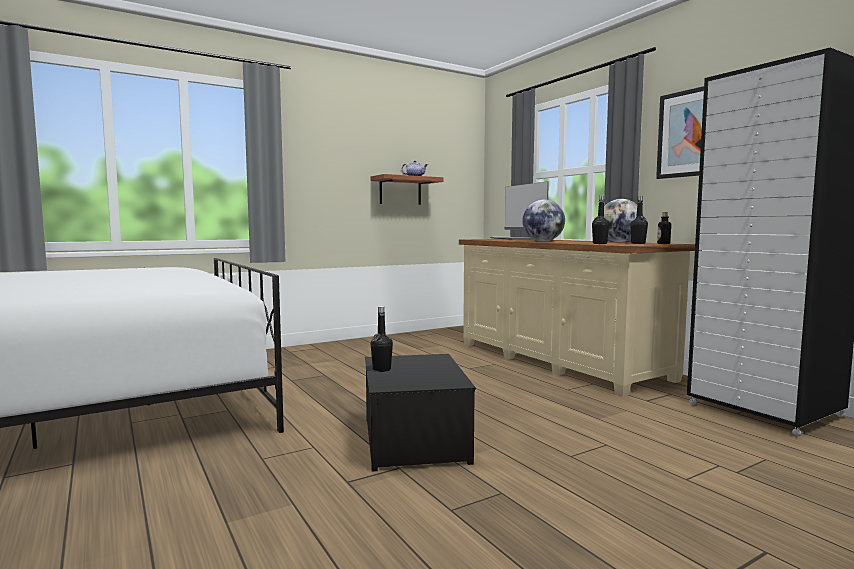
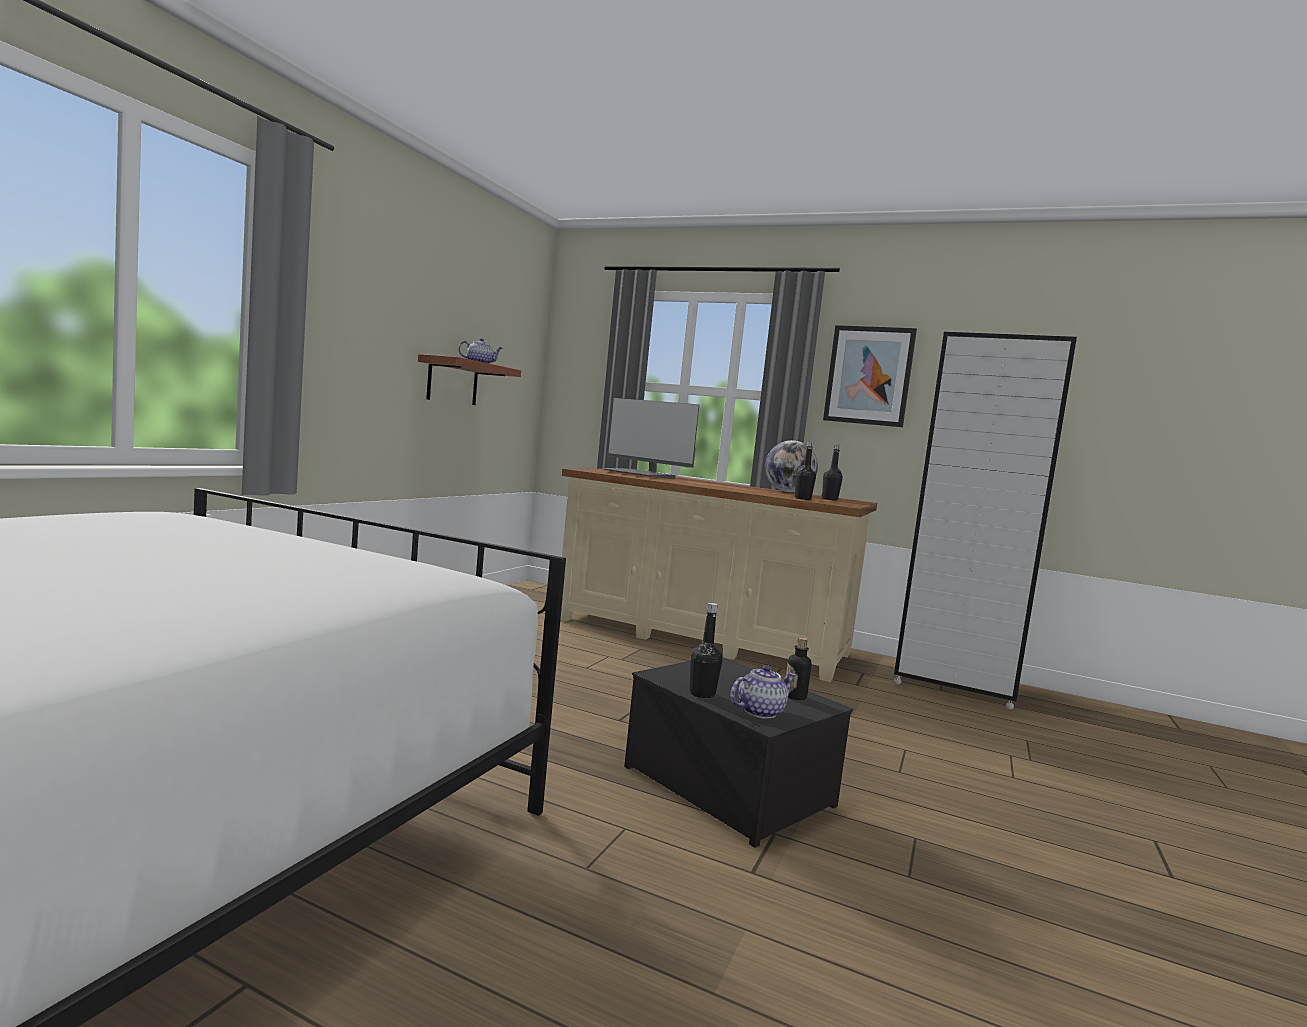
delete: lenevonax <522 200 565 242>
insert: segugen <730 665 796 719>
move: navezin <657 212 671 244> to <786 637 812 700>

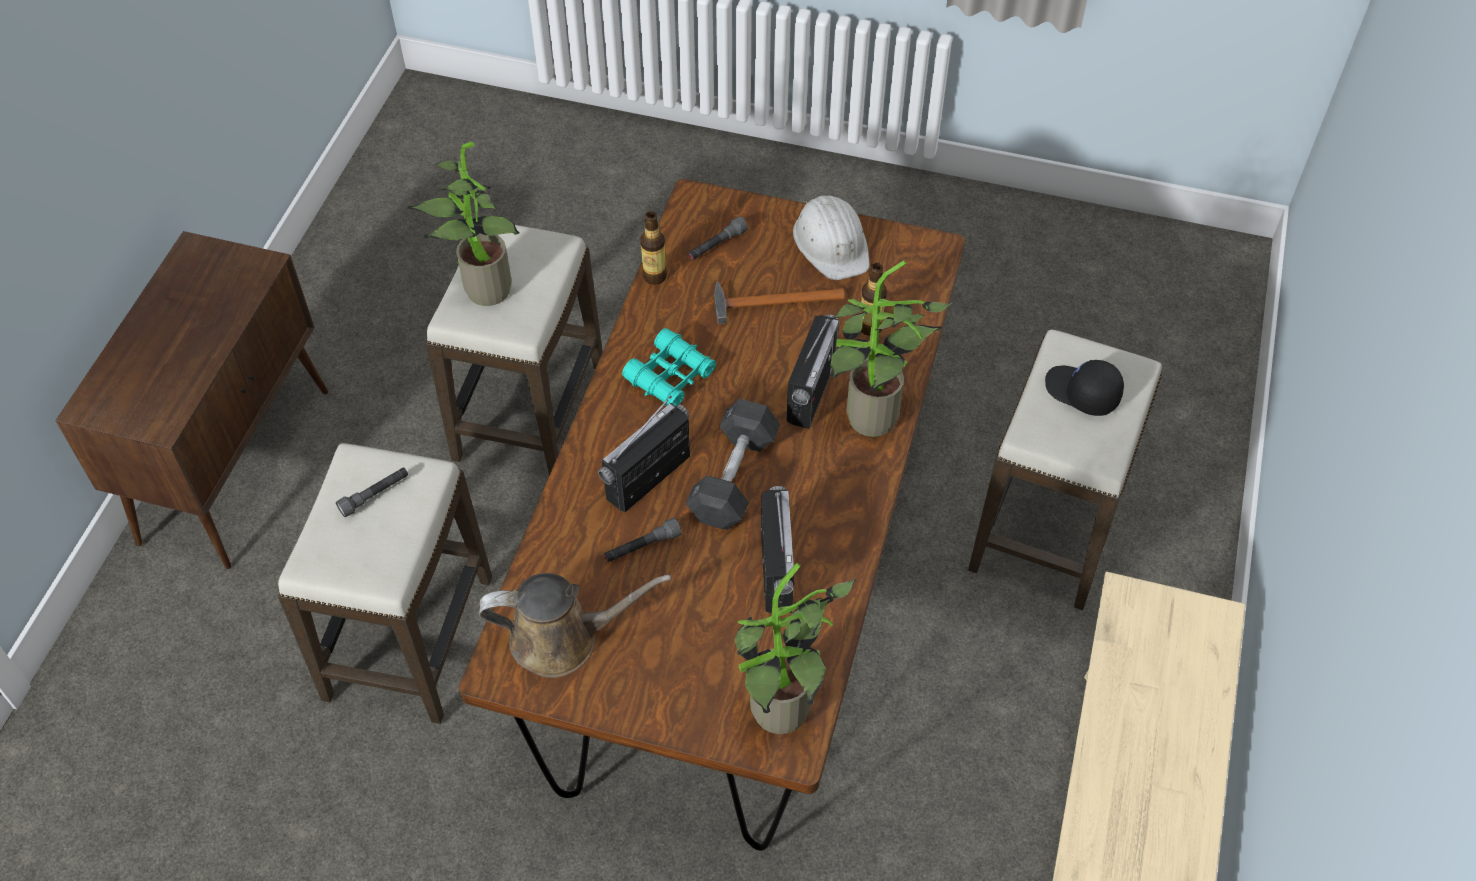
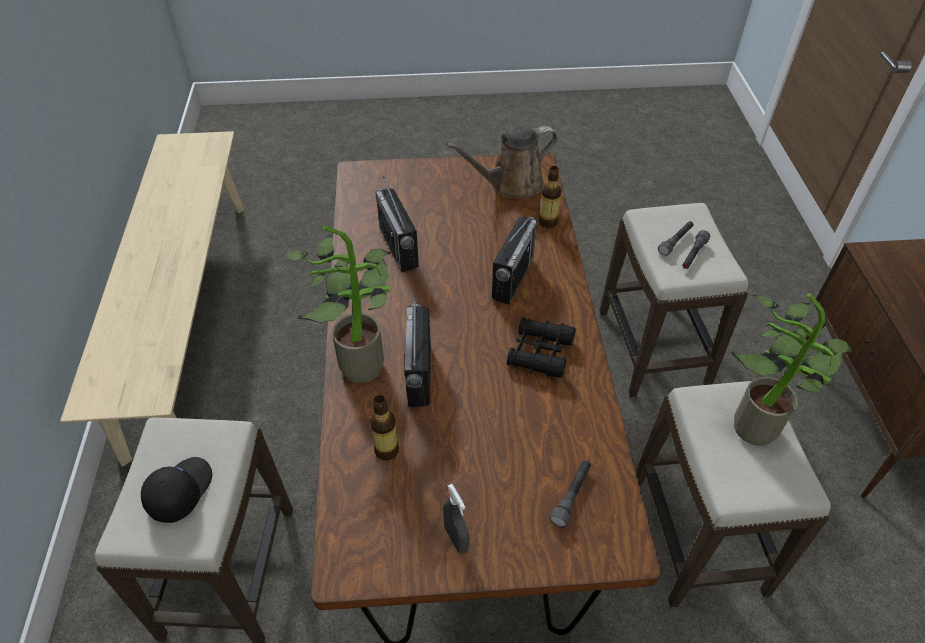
delete: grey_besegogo <685 398 780 530>; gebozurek <714 281 845 324>; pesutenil <734 562 856 734>
move: navezin <640 211 667 285> to <539 166 561 228>; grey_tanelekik <604 518 682 562> to <658 221 694 256>
replace: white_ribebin <793 196 869 280> to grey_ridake <443 484 470 554>
recolor: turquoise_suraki <622 328 716 406> to black_suraki <507 317 576 377>
rotate: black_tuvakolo <1045 360 1124 416> = <141 457 212 523> 90 degrees counterclockwise

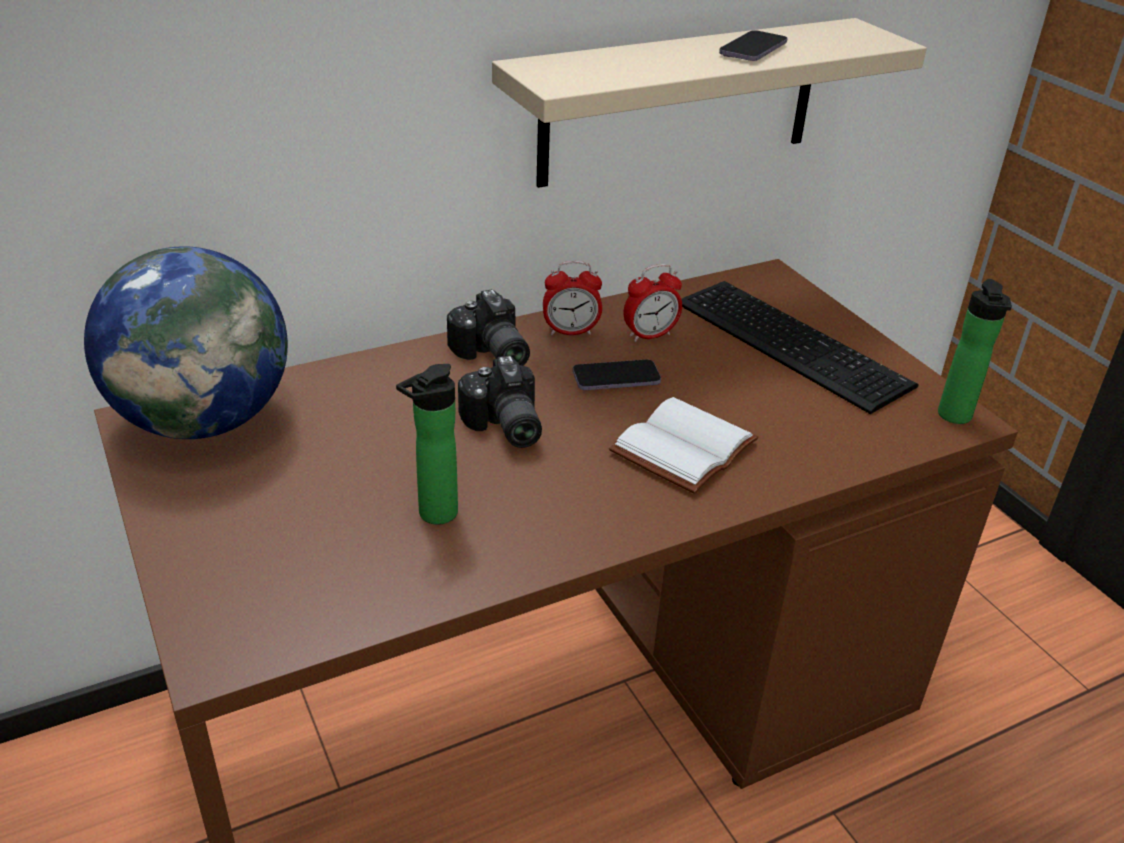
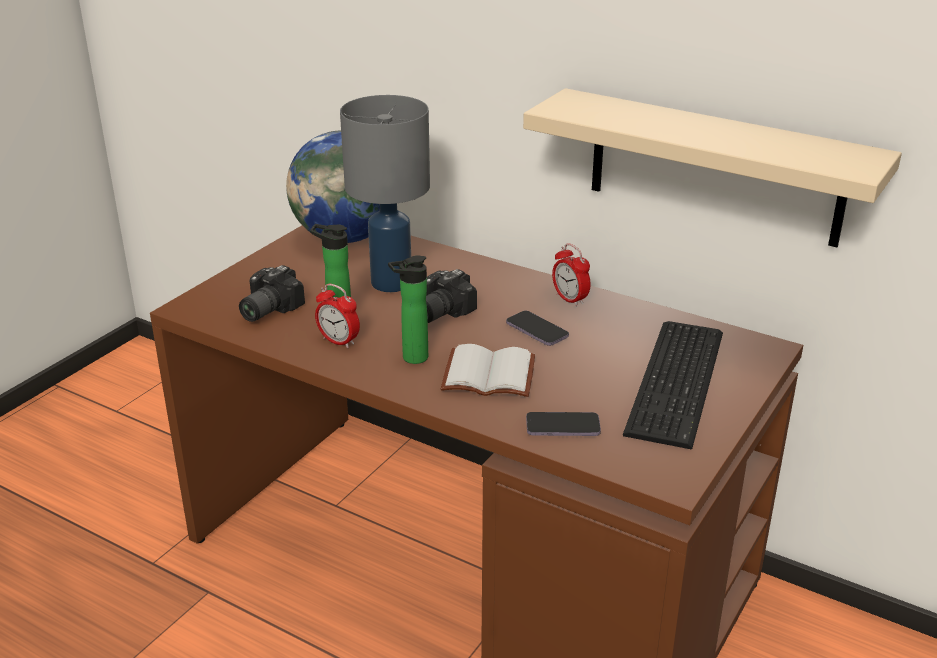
insert: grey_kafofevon <340 95 430 292>
move: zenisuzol <447 289 530 366> to <239 265 305 322>; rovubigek <623 264 682 342> to <315 284 360 348>; navezin <938 279 1012 424> to <388 255 428 364>; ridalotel <719 30 788 61> to <526 412 601 436>

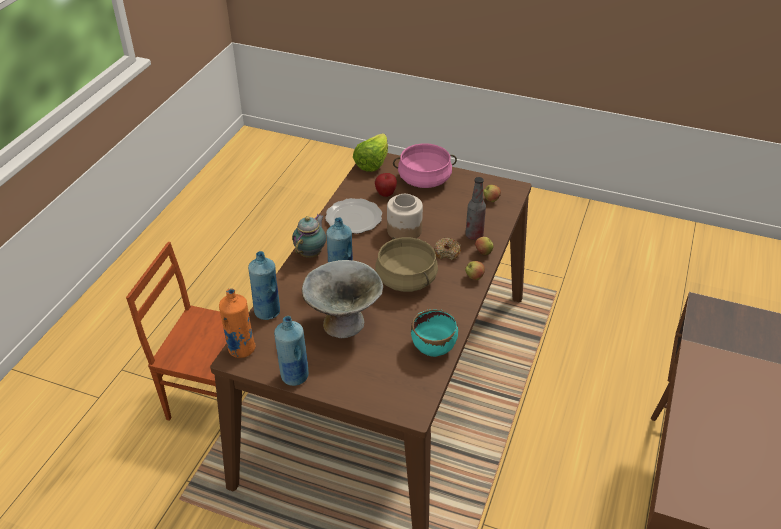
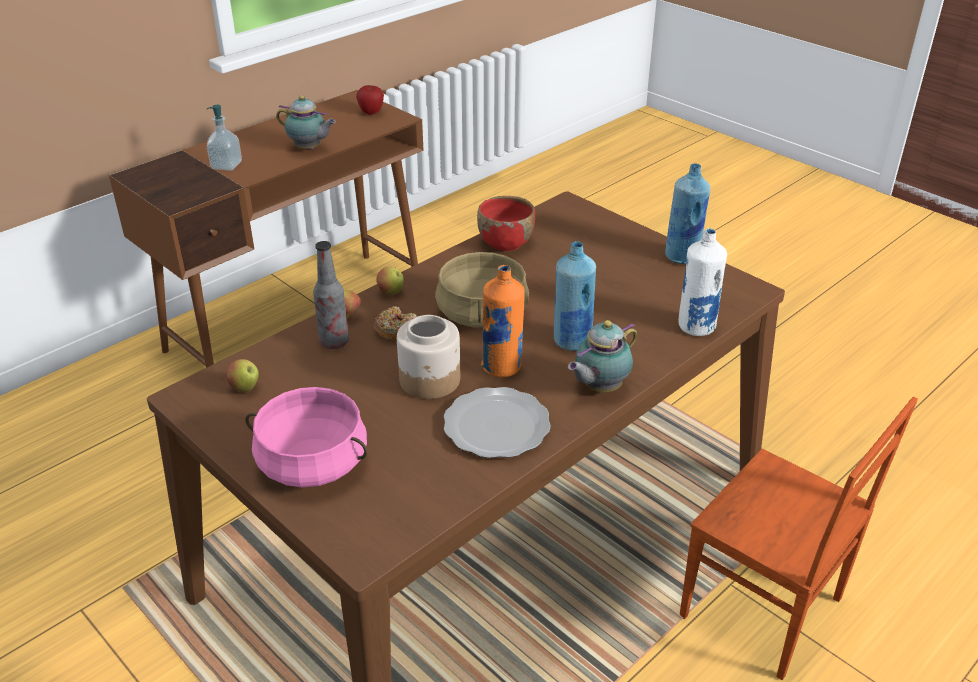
delete: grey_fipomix <302 260 383 338>; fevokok <353 133 388 172>
insert: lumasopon <207 105 242 171>; segugen <276 95 336 150>
move: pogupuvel <375 173 397 197> to <356 85 384 114>; orange_navezin <219 288 256 358> to <481 265 525 377>
recolor: turquoise_fipomix <411 309 458 357> to red_fipomix <477 196 535 251>; blue_navezin <248 251 280 320> to white_navezin <678 228 727 336>

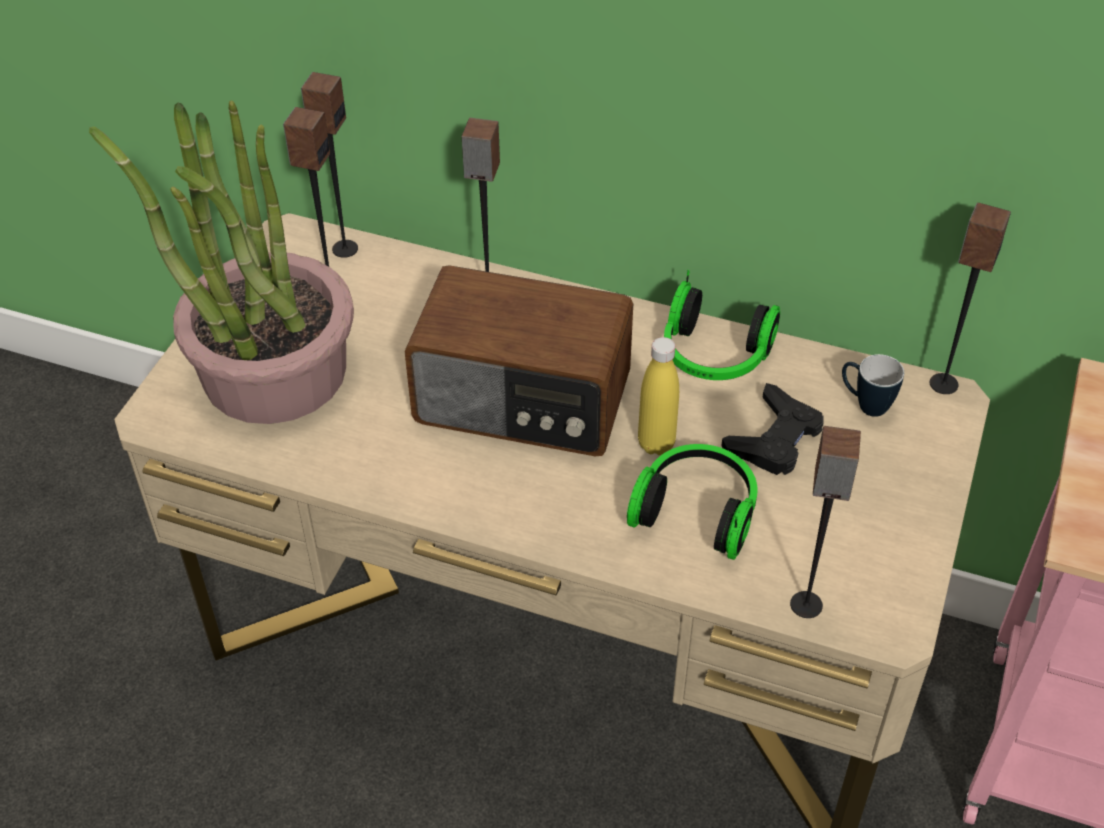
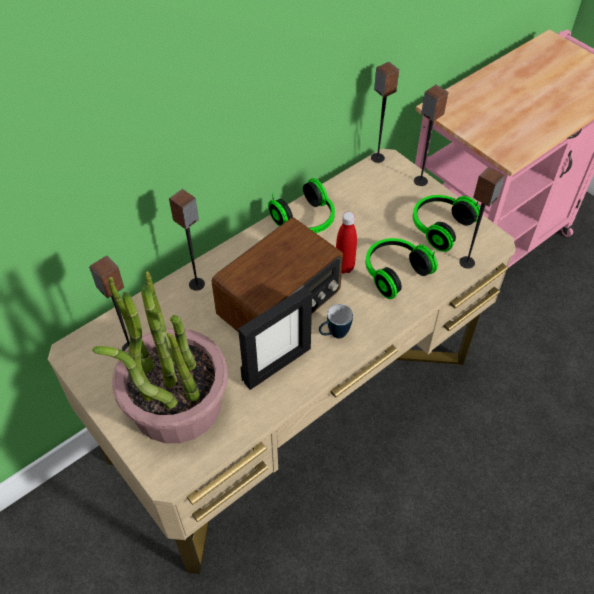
delete: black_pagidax <721 383 824 475>
insert: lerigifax <238 286 312 390>; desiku <413 195 480 252>
move: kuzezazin <842 354 904 417> to <319 304 353 338>; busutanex <301 72 358 258> to <414 85 448 186>
recolor: yellow_navezin <638 337 679 455> to red_navezin <336 212 357 274>

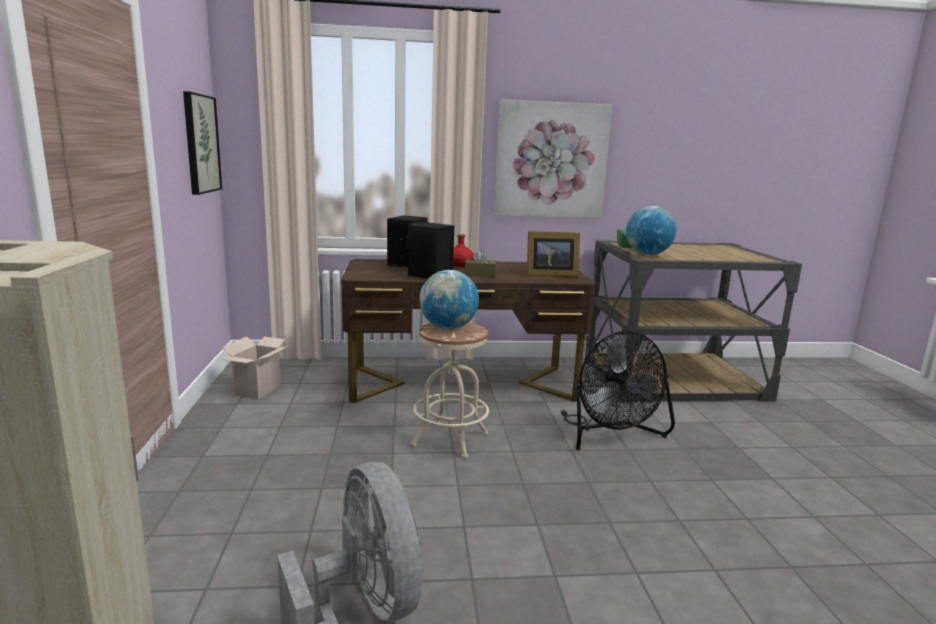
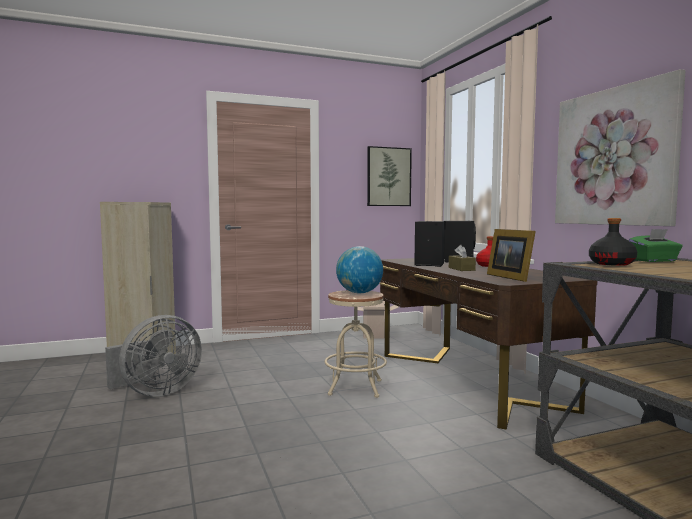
delete: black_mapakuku <561 331 675 450>
replace: lenevonax <626 206 676 255> to black_navezin <589 218 637 266>

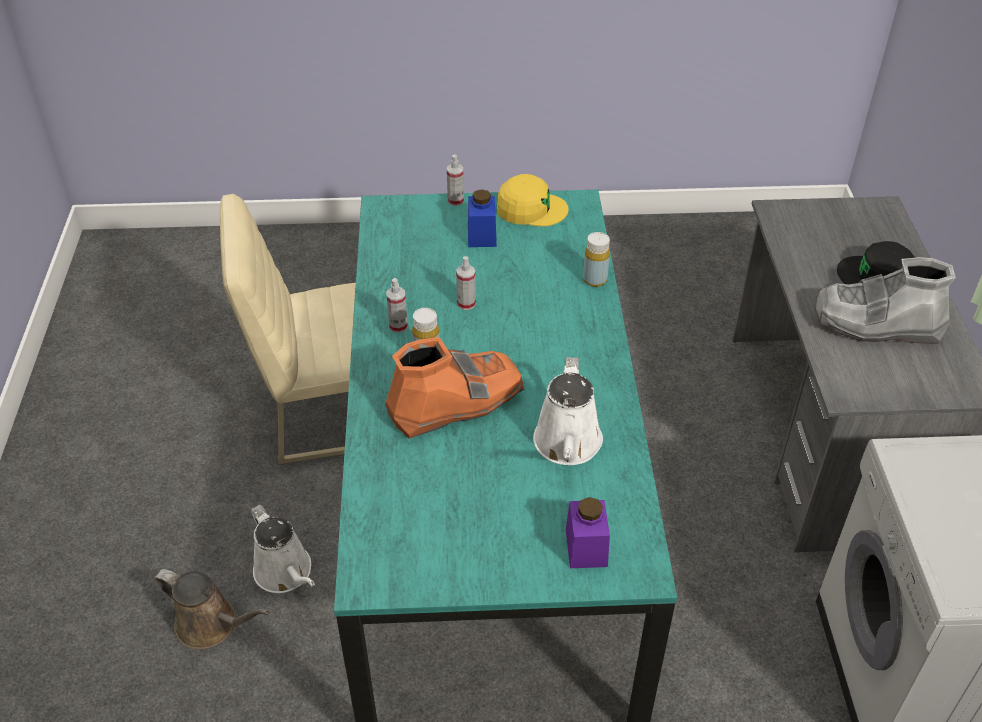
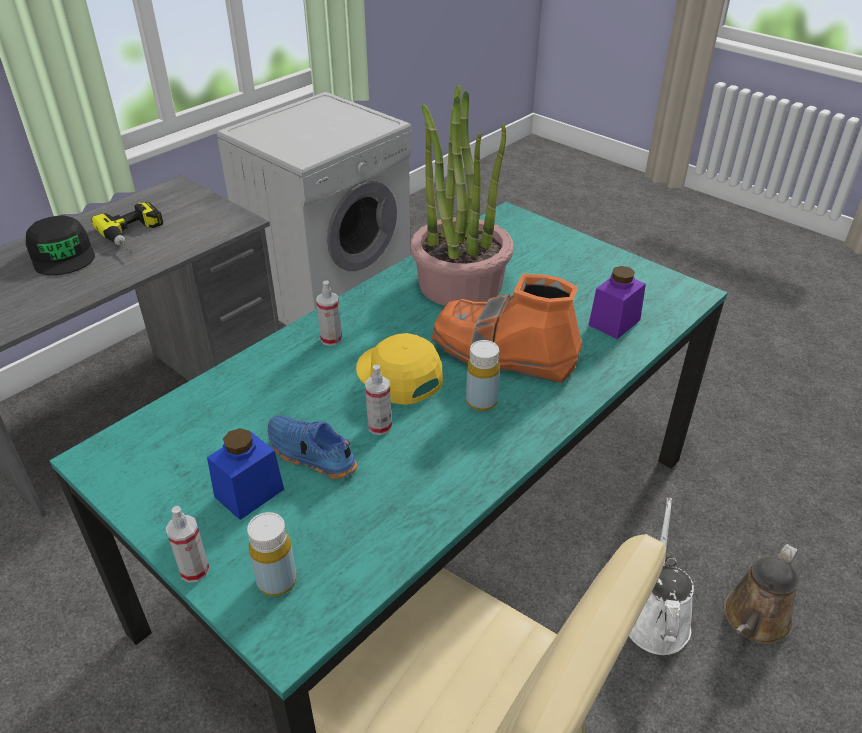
insert: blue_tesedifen <268 415 357 479>
move: yellow_navezin <583 232 610 287> to <247 512 297 596>; ridake <386 278 408 333> to <316 280 342 346>; yellow_tuvakolo <497 174 569 226> to <356 333 443 405>; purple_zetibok <566 497 610 568> to <589 266 646 339>
replace: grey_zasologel <816 257 956 344> to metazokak <92 202 163 254>; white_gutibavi <533 357 603 465> to pesutenil <410 85 514 306>
rotate: brown_gutibavi <154 569 269 650> = <724 544 799 644> 120 degrees counterclockwise

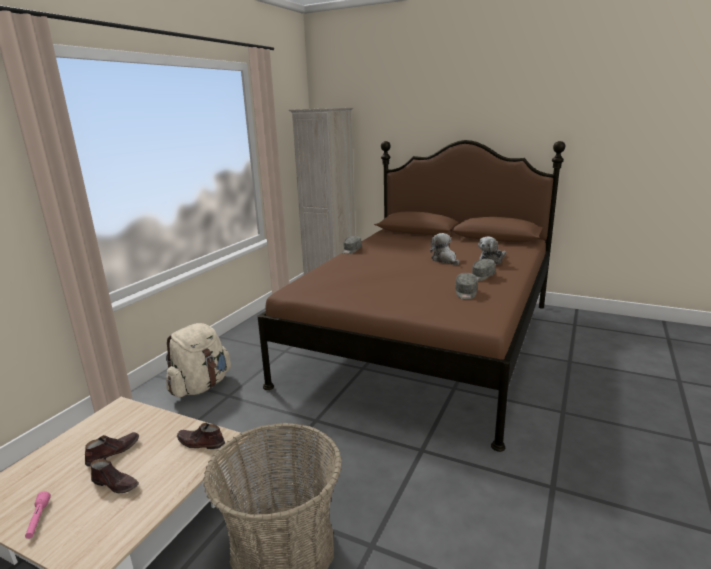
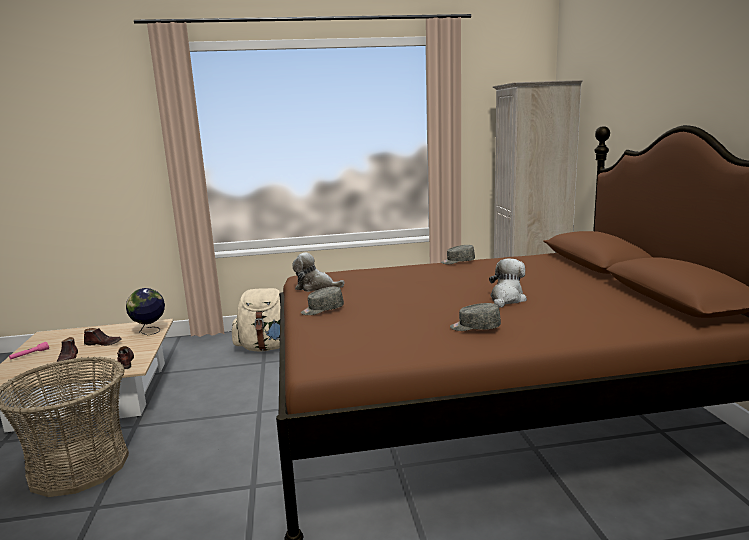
insert: lenevonax <126 288 165 335>
move: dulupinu <478 236 506 265> to <293 252 345 292>; grey_tuvakolo <455 273 478 299> to <301 287 344 315>

